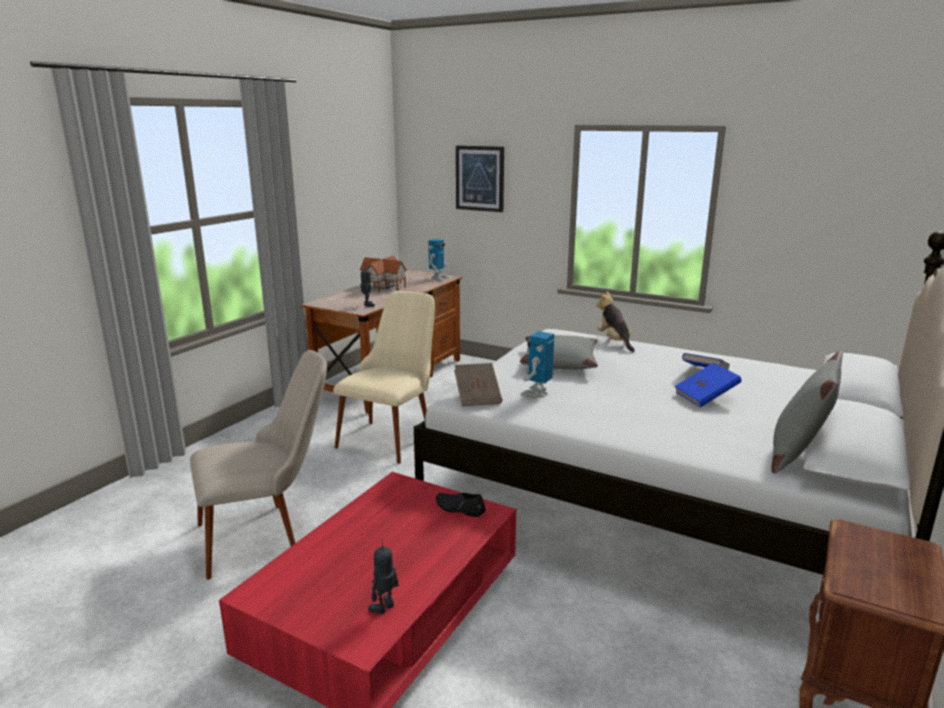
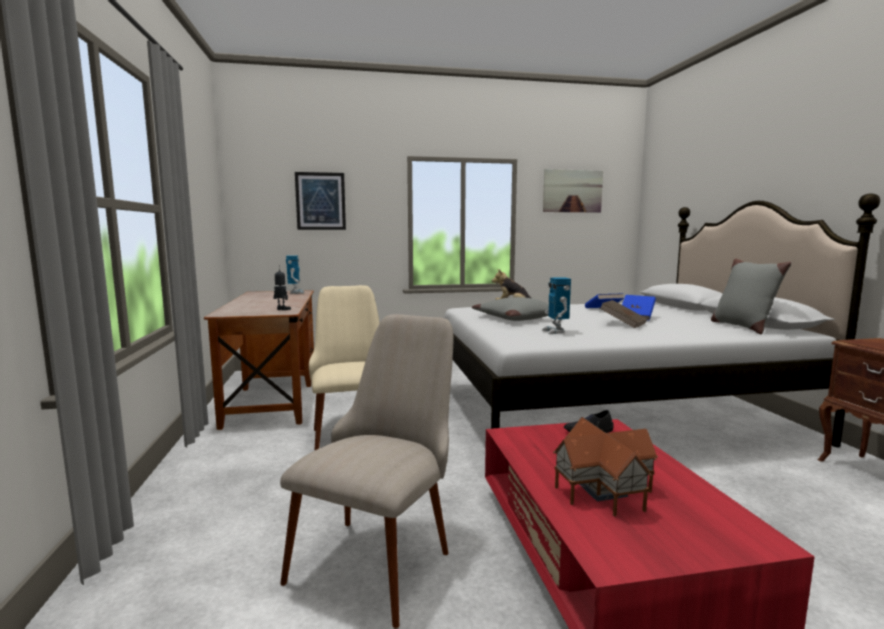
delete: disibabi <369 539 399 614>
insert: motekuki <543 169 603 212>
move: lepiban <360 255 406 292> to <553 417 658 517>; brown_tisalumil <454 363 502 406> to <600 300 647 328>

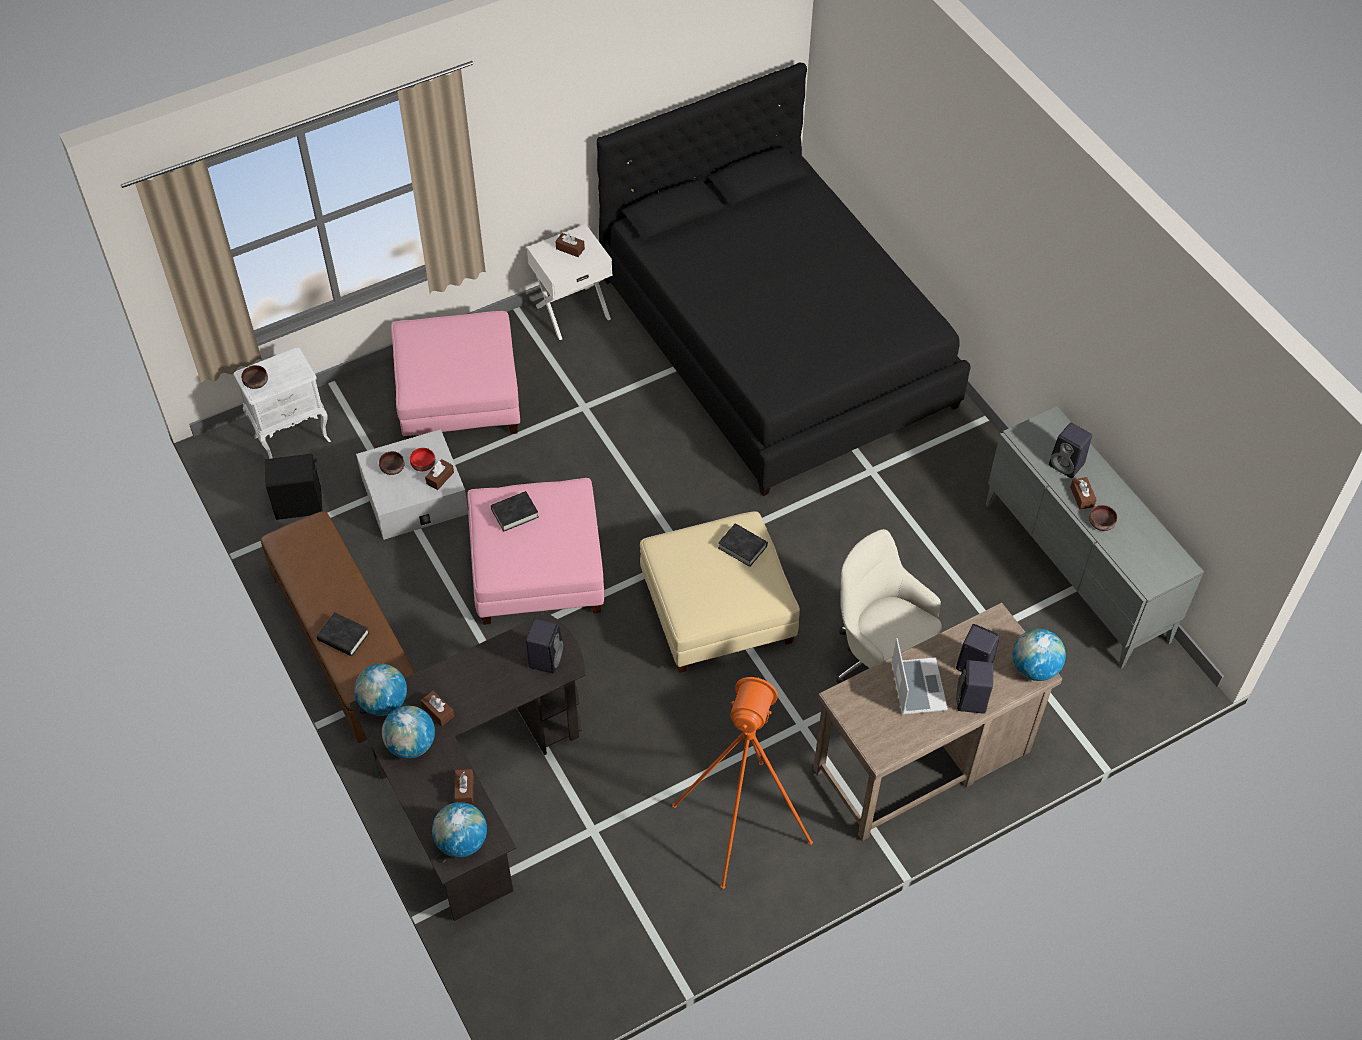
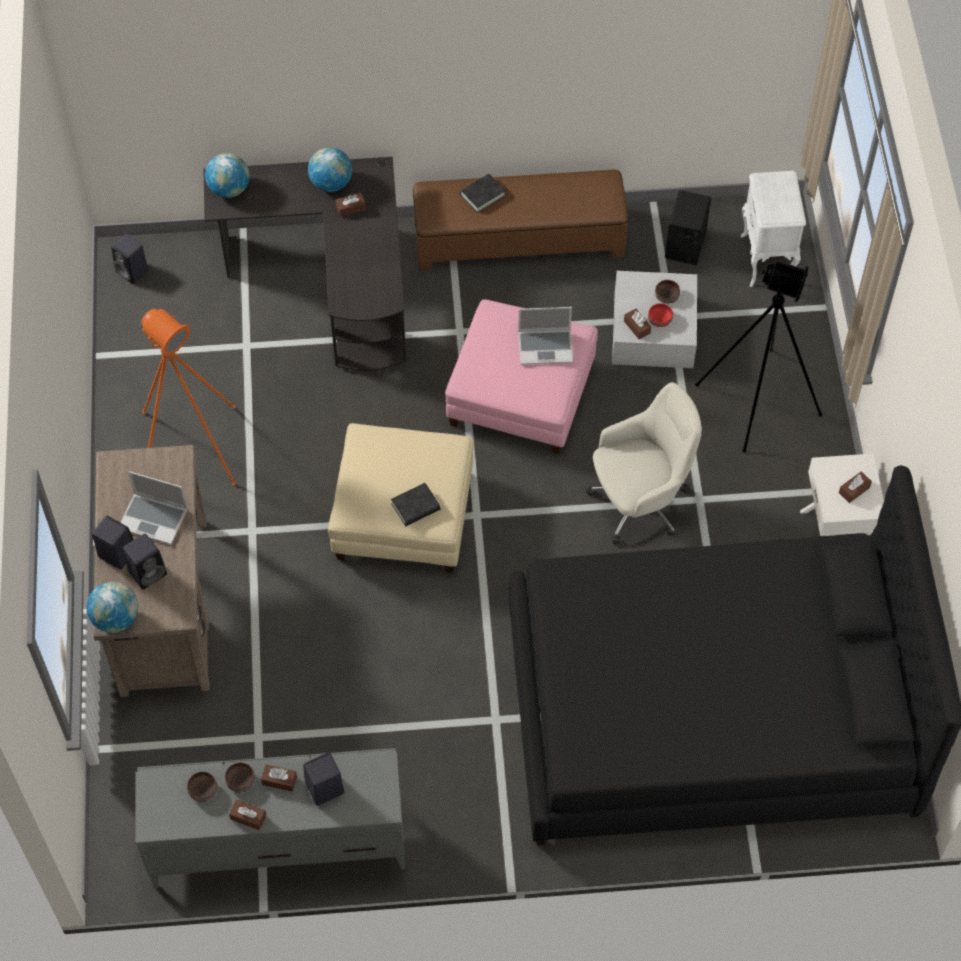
delete: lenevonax <354 664 407 716>
move: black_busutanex <526 619 563 674> to <111 234 149 284>; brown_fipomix <241 365 268 389> to <187 771 217 802>; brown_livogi <454 769 473 804> to <229 799 266 830>; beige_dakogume <836 529 942 683> to <586 382 702 544>
replace: black_tisalumil <491 491 539 532> to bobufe <518 307 573 365>; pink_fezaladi <391 311 520 439> to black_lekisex <695 260 822 453>

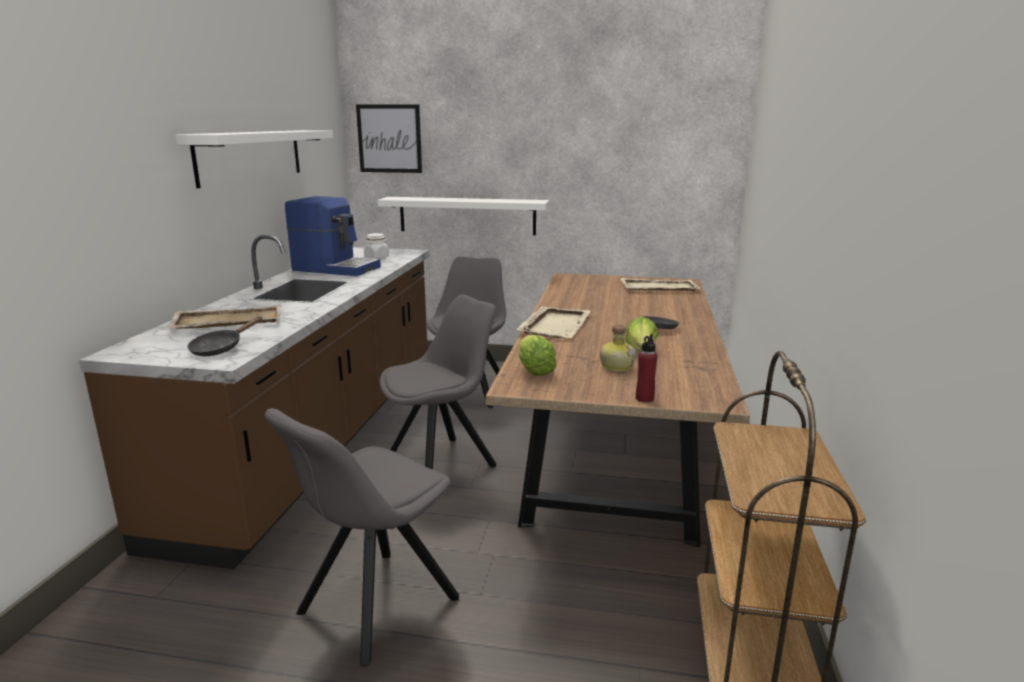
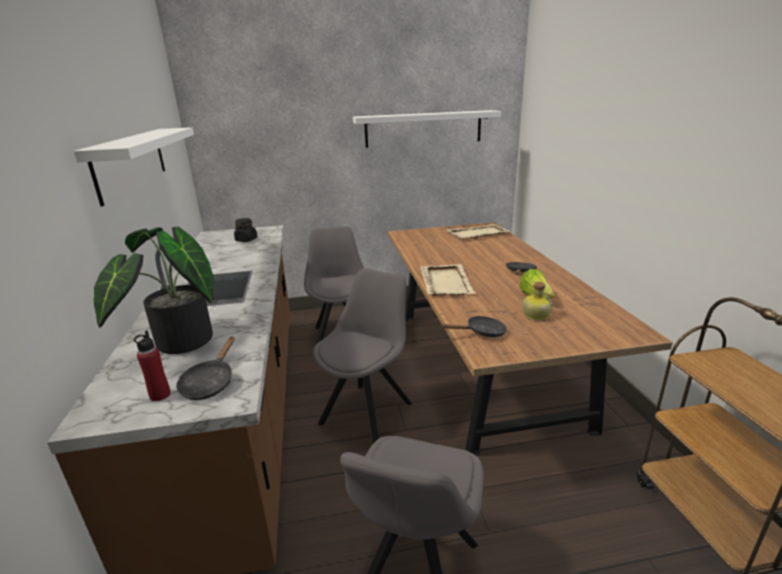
delete: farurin <285 196 381 276>; motekuki <356 104 422 173>
move: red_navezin <636 334 657 403> to <133 330 171 401>; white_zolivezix <377 197 549 235> to <353 110 501 148>
replace: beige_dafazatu <167 305 281 329> to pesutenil <94 226 213 354>; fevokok <518 335 557 376> to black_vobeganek <442 316 507 337>
recolor: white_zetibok <364 233 389 259> to black_zetibok <234 218 257 242>

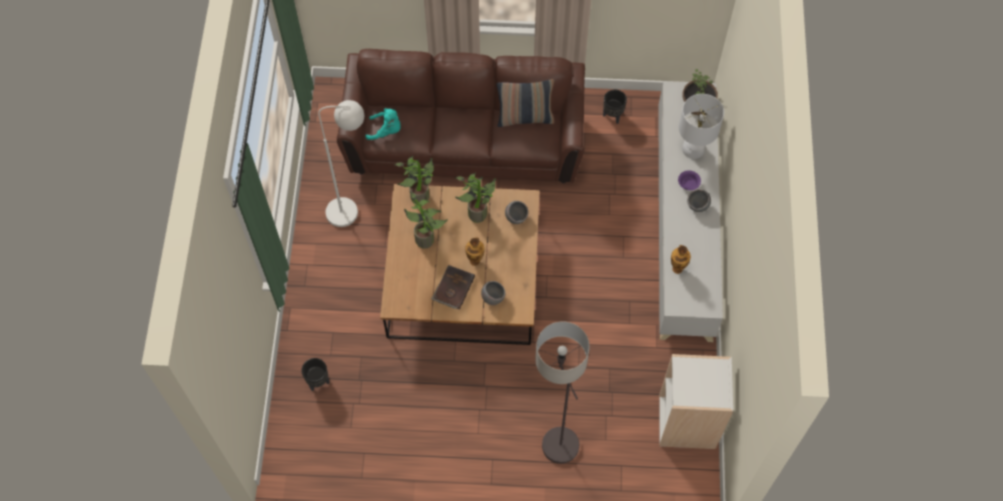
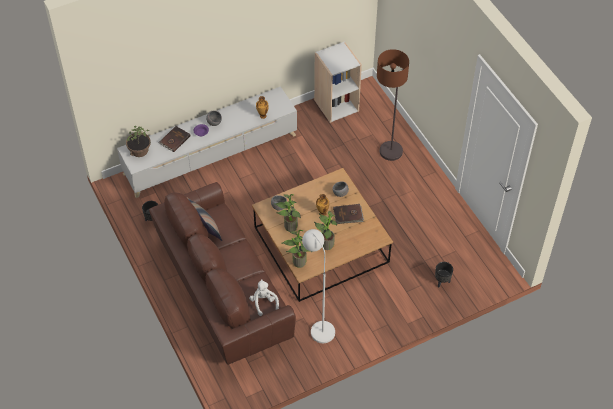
replace: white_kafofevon <679 94 724 159> to brown_tisalumil <158 126 191 152>
recolor: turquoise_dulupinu <365 108 401 140> to white_dulupinu <249 279 279 316>; grey_lekisex <535 321 590 464> to brown_lekisex <377 49 409 161>

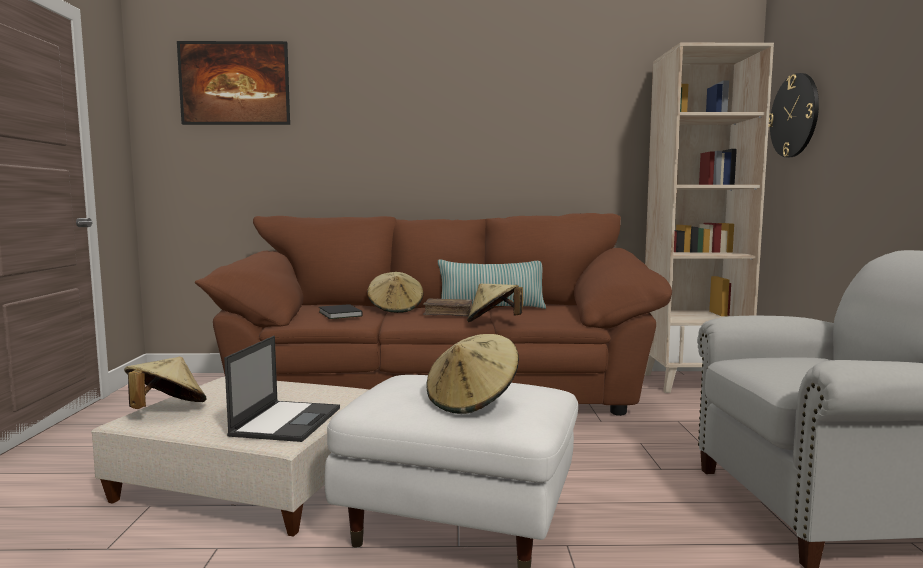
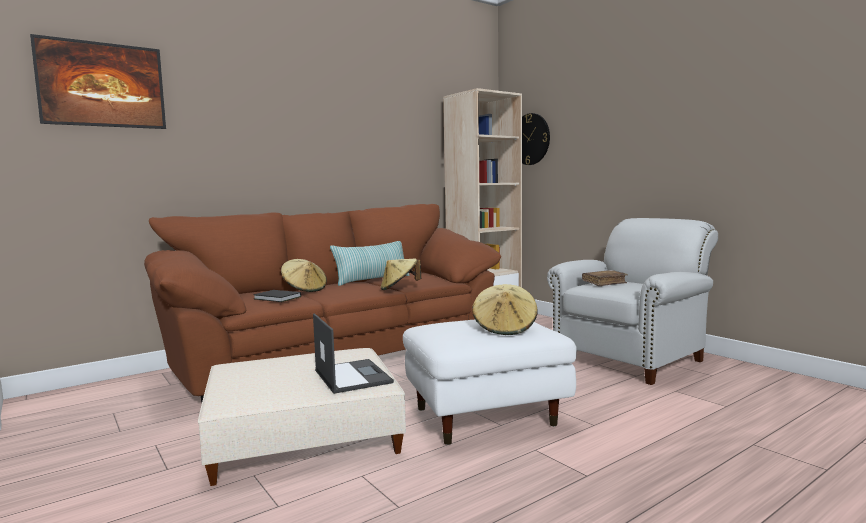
delete: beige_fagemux <124 357 207 409>
move: brown_tisalumil <423 299 472 317> to <582 270 628 286>

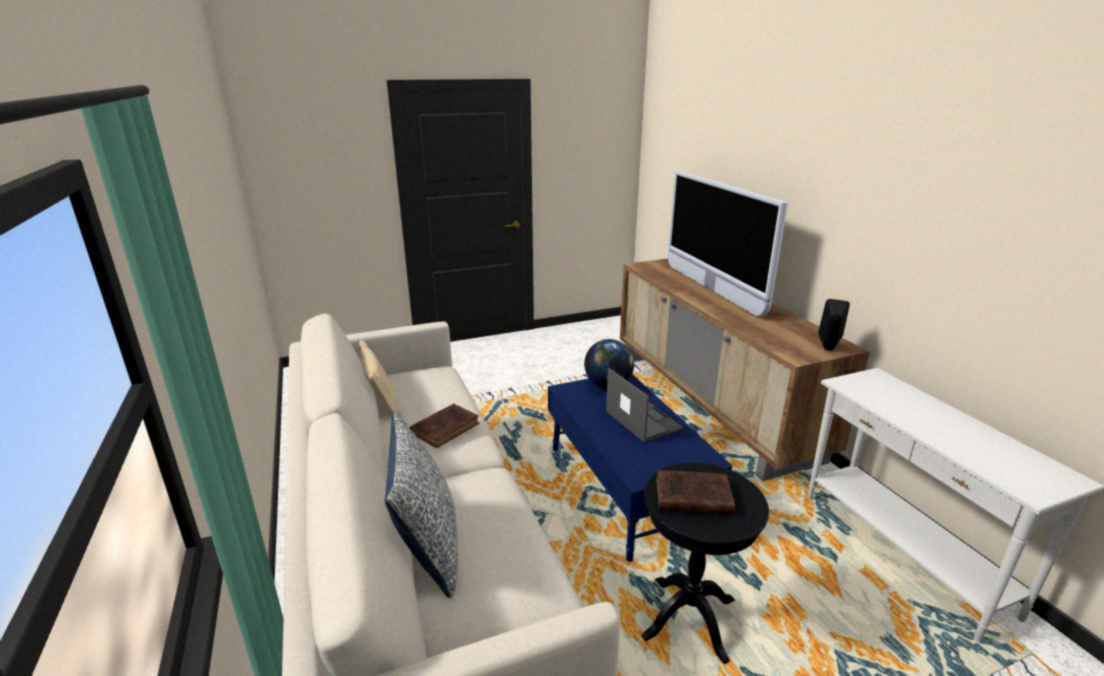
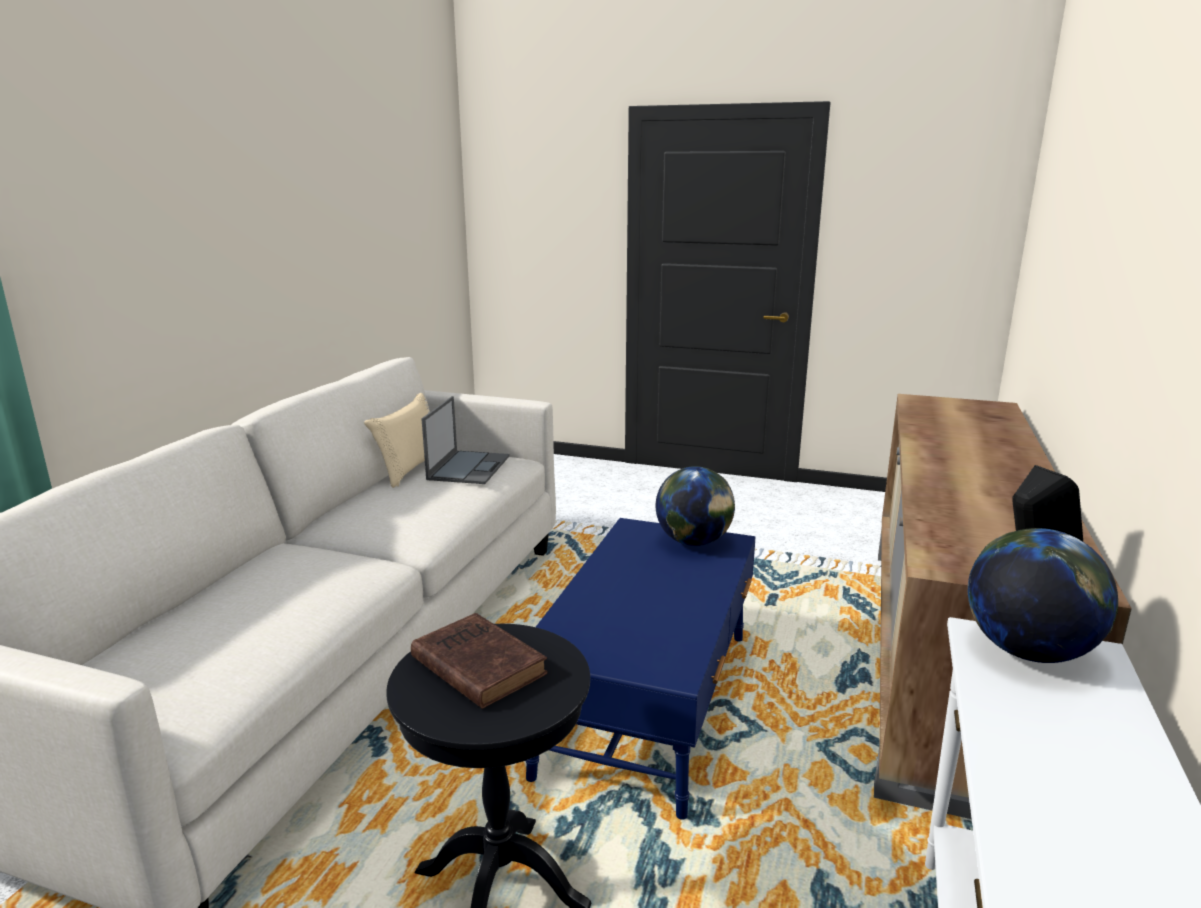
delete: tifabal <385 410 458 598>; brown_tisalumil <410 404 479 448>; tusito <668 171 788 317>
insert: lenevonax <968 528 1118 663>
move: bobufe <606 368 683 442> to <421 396 510 484>

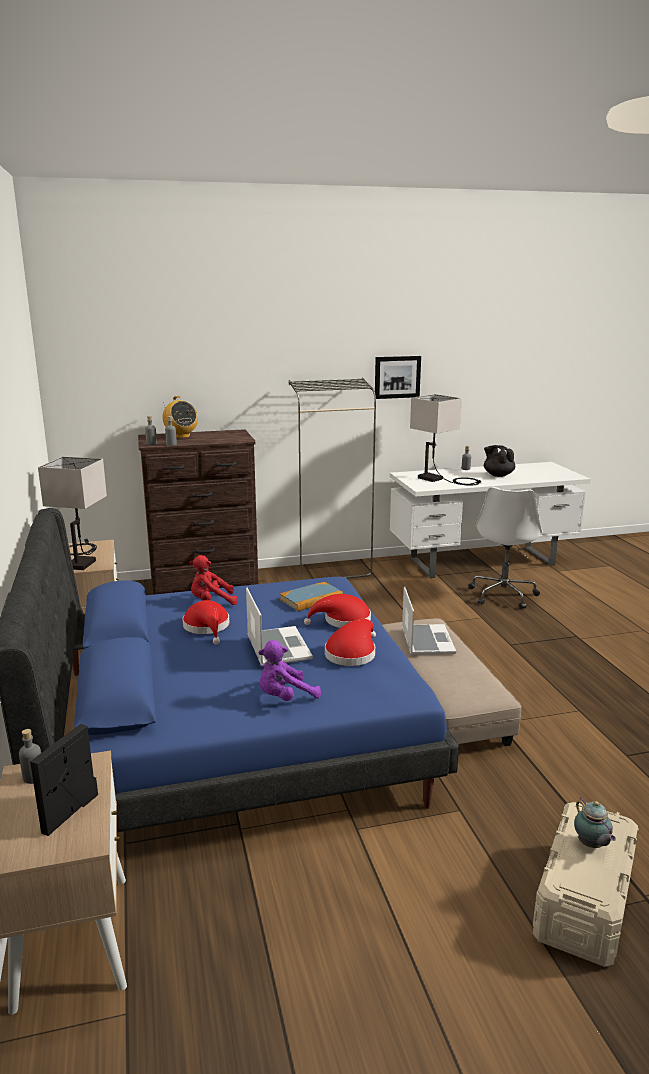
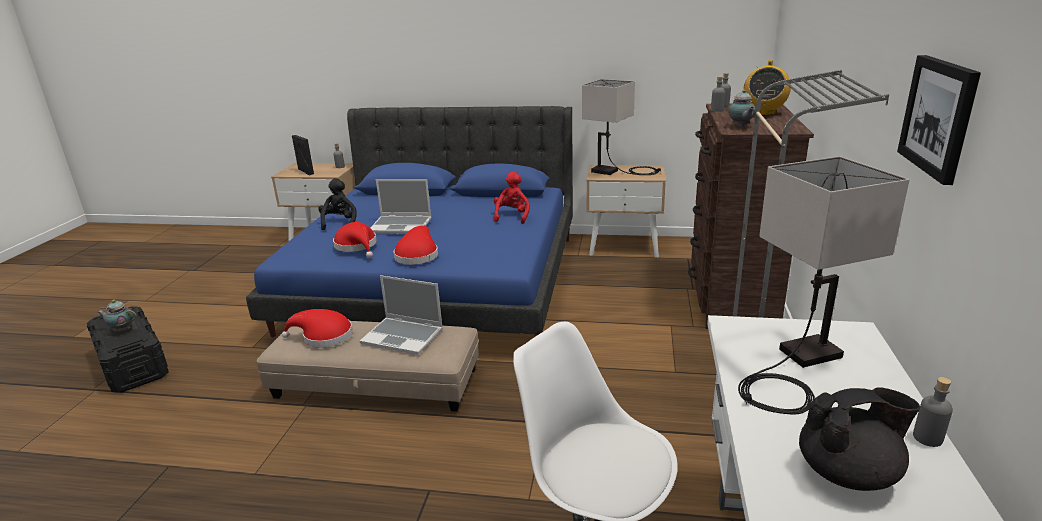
delete: tisalumil <280 582 343 611>
insert: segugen <728 90 756 127>
move: red_fagemux <182 600 229 644> to <282 309 353 348>
recolor: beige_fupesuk <533 802 639 967> to black_fupesuk <87 307 169 392>; purple_dulupinu <258 640 321 701> to black_dulupinu <318 178 357 230>
rotate: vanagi <162 396 198 438> = <743 60 791 115> 60 degrees counterclockwise

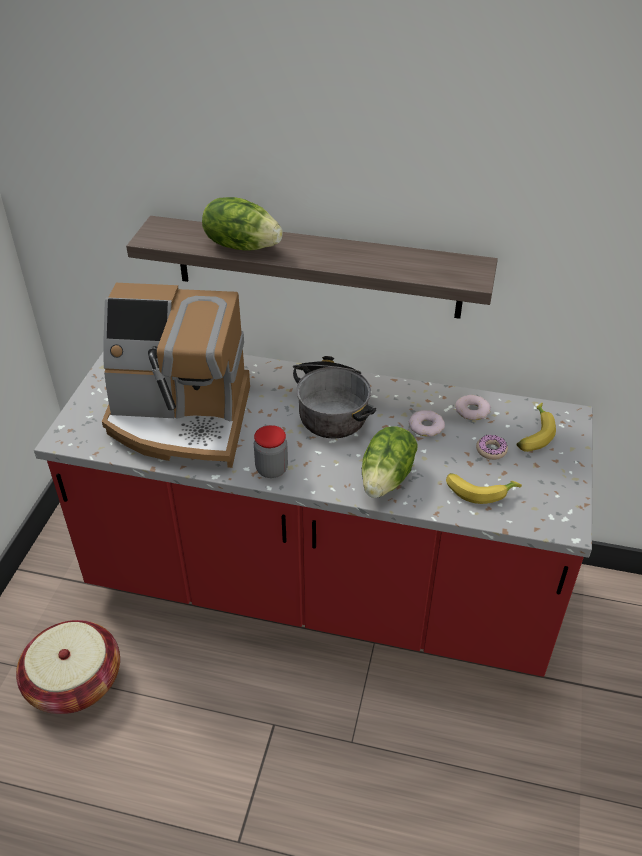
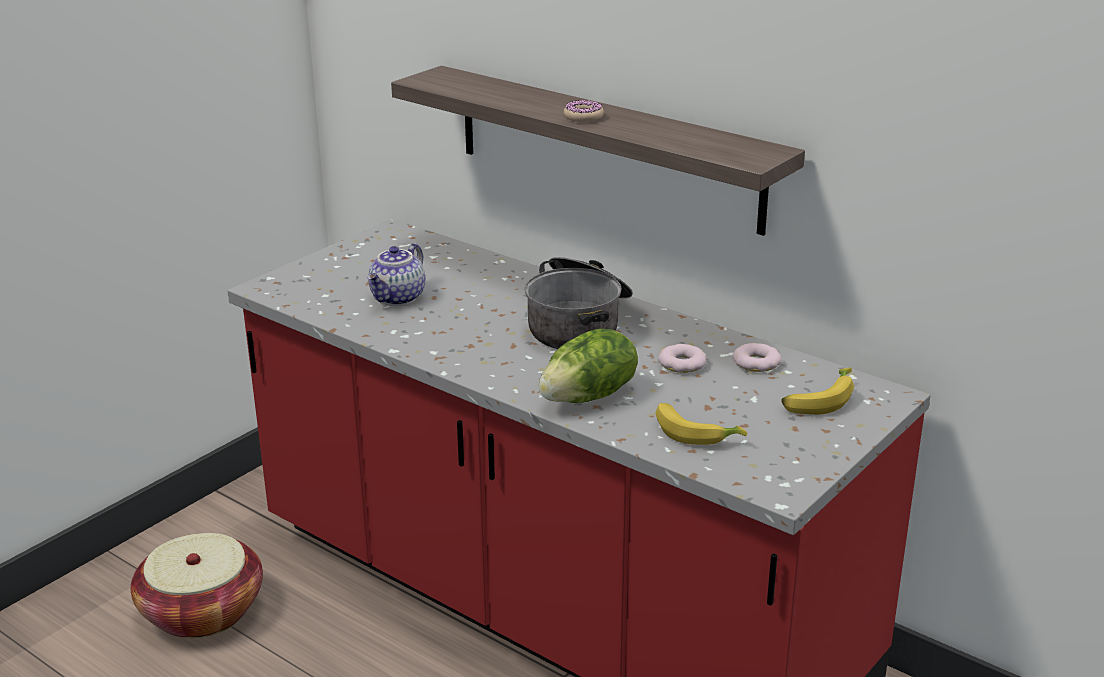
delete: fevokok <202 197 283 251>; zetibok <254 425 288 478>
move: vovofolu <476 435 508 460> to <564 100 604 122>
replace: farurin <102 283 250 468> to segugen <367 243 425 306>

